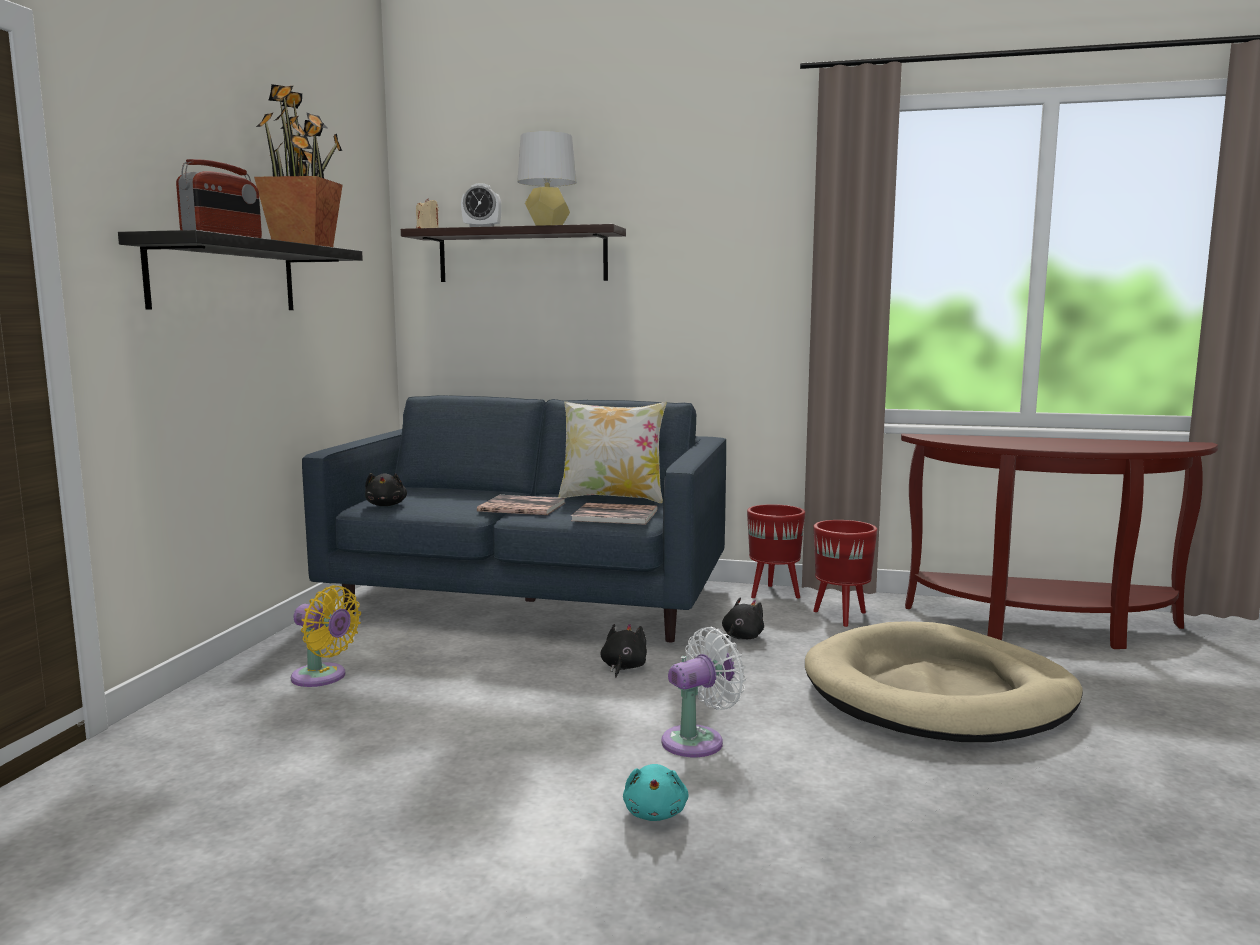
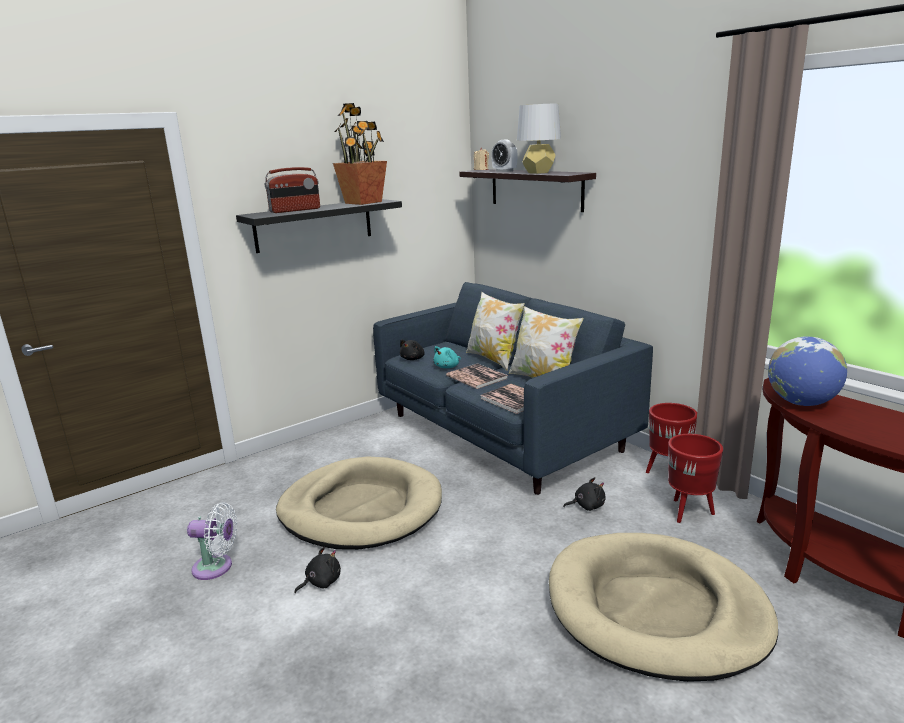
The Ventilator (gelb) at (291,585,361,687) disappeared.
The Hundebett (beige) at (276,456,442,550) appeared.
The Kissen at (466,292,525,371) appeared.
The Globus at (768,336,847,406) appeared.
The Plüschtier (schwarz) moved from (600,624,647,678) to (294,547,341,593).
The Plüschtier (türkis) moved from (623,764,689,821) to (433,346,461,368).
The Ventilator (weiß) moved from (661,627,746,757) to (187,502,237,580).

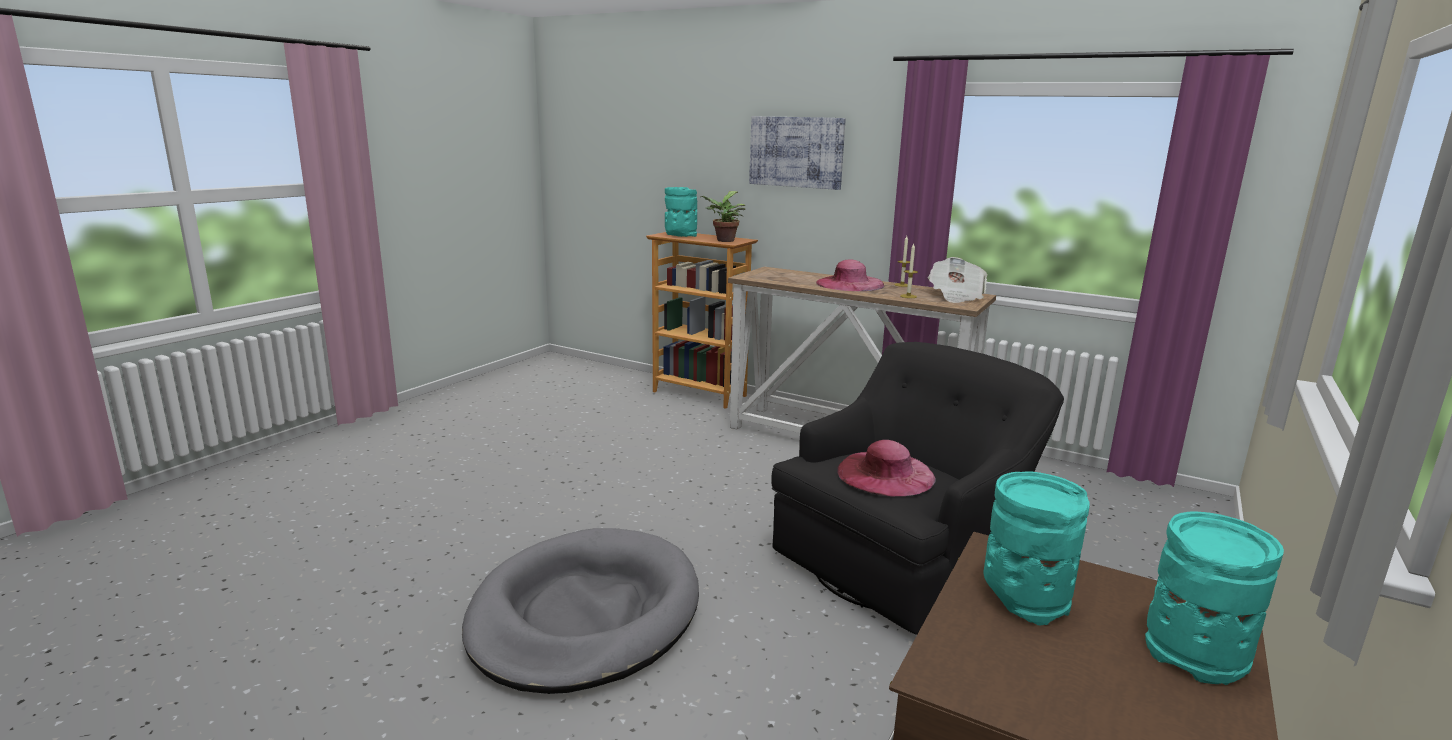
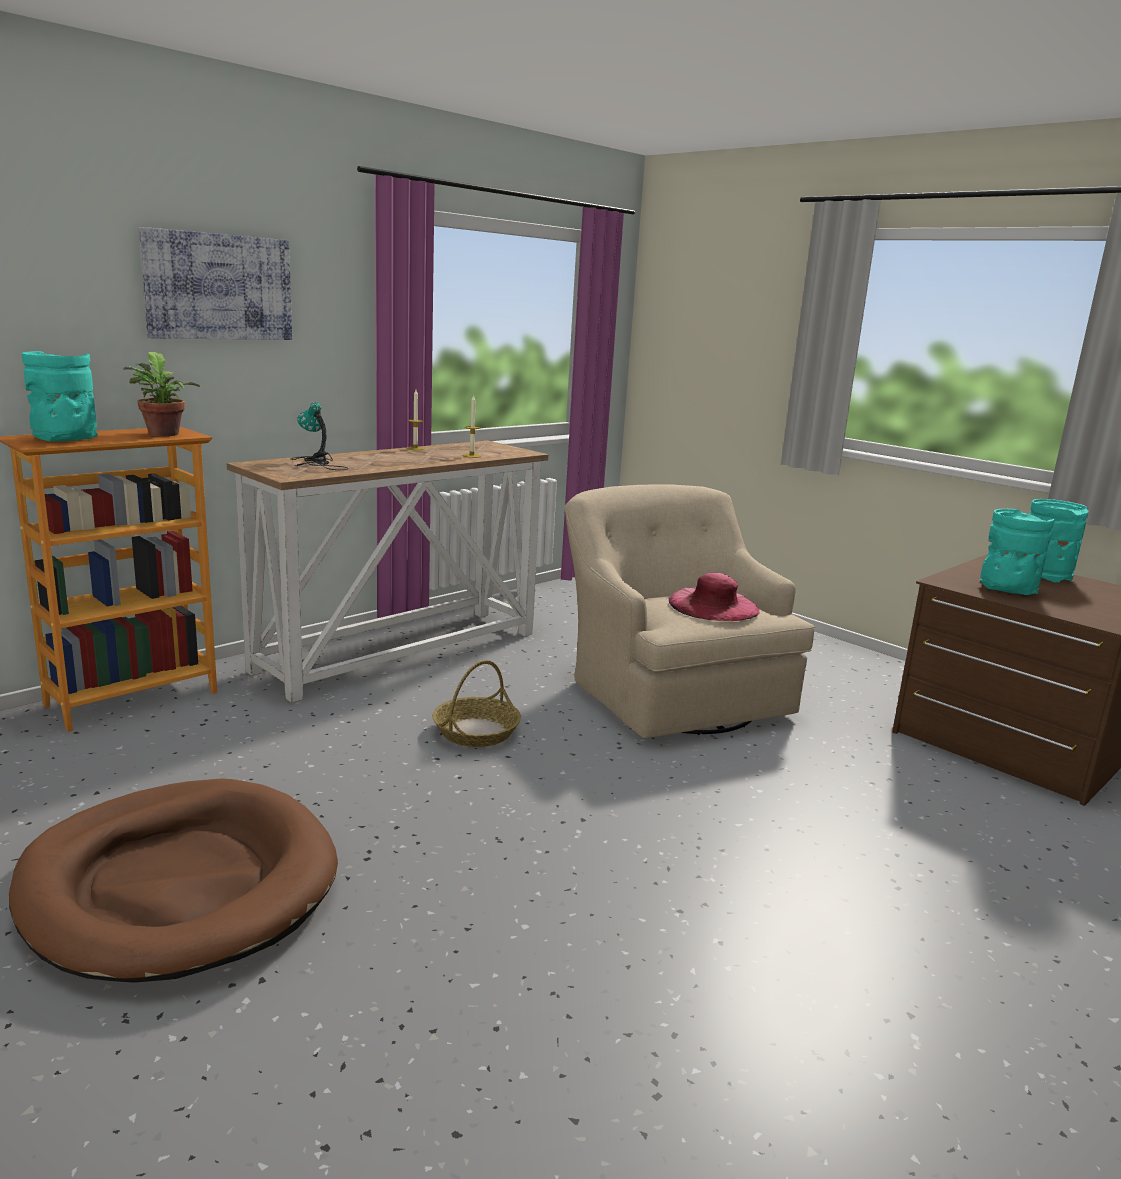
The Hundebett (grau) at (462,528,699,694) disappeared.
The Hut (rosa) at (816,259,884,291) disappeared.
The Zeitung at (928,257,987,303) disappeared.
The Hundebett (braun) at (9,779,338,983) appeared.
The Tischlampe at (290,402,348,470) appeared.
The Korb at (433,660,521,747) appeared.
The Sessel (schwarz) at (771,342,1064,635) became the Sessel (beige) at (565,484,815,738).

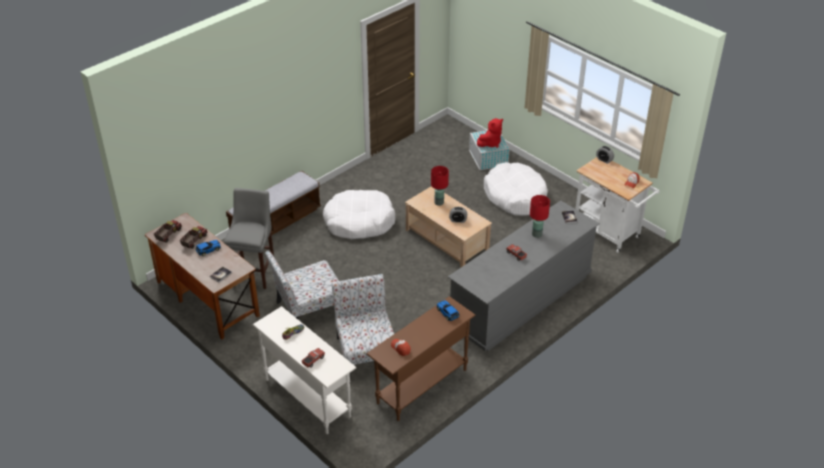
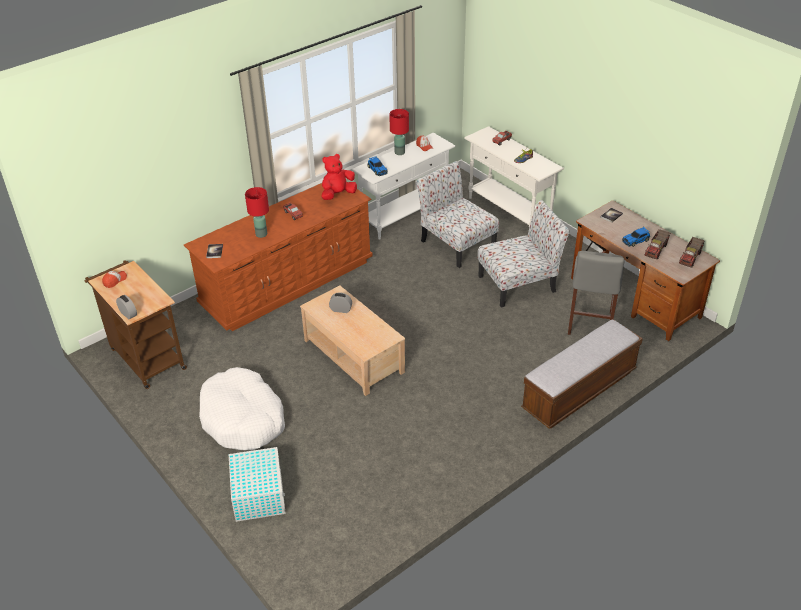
The Hundebett (weiß) at (323,190,396,239) disappeared.
The Tischlampe (rot) moved from (431,166,449,206) to (389,109,409,155).
The Plüschtier (rot) moved from (477,118,503,148) to (322,154,357,200).
The Konsolentisch (braun) at (366,296,475,421) became the Konsolentisch (weiß) at (352,133,456,240).
The Kommode (grau) at (448,200,600,351) became the Kommode (braun) at (184,183,373,331).
The Rollwagen (weiß) at (576,157,660,253) became the Rollwagen (braun) at (84,260,187,389).
The Stuhl at (332,274,394,379) turned 150 degrees clockwise.

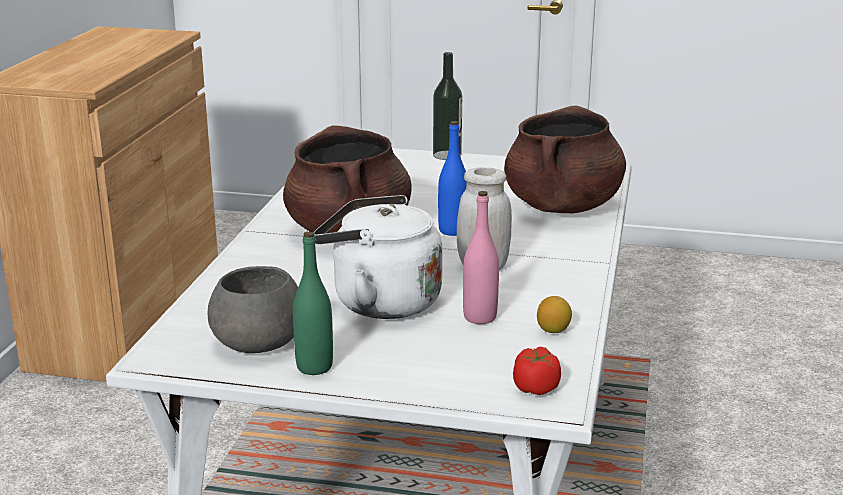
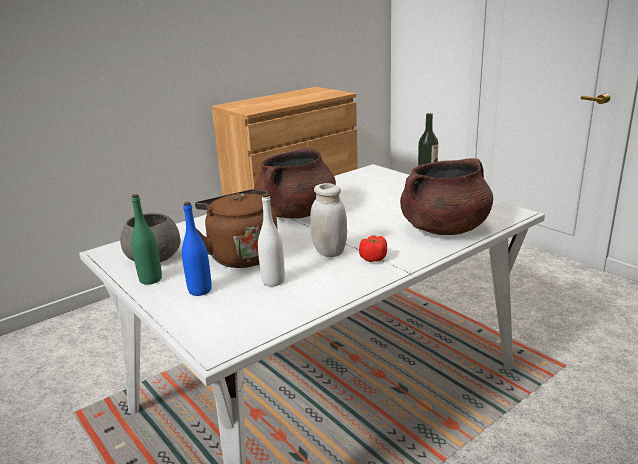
The Zitrone at (537,296,572,333) disappeared.
The Flasche (blau) moved from (438,121,467,236) to (182,202,212,296).
The Tomate moved from (513,347,561,395) to (359,236,387,262).
The Wasserkessel (weiß) at (313,195,442,319) became the Wasserkessel (braun) at (195,189,278,268).
The Flasche (rosa) at (463,191,499,324) became the Flasche (weiß) at (258,194,285,286).

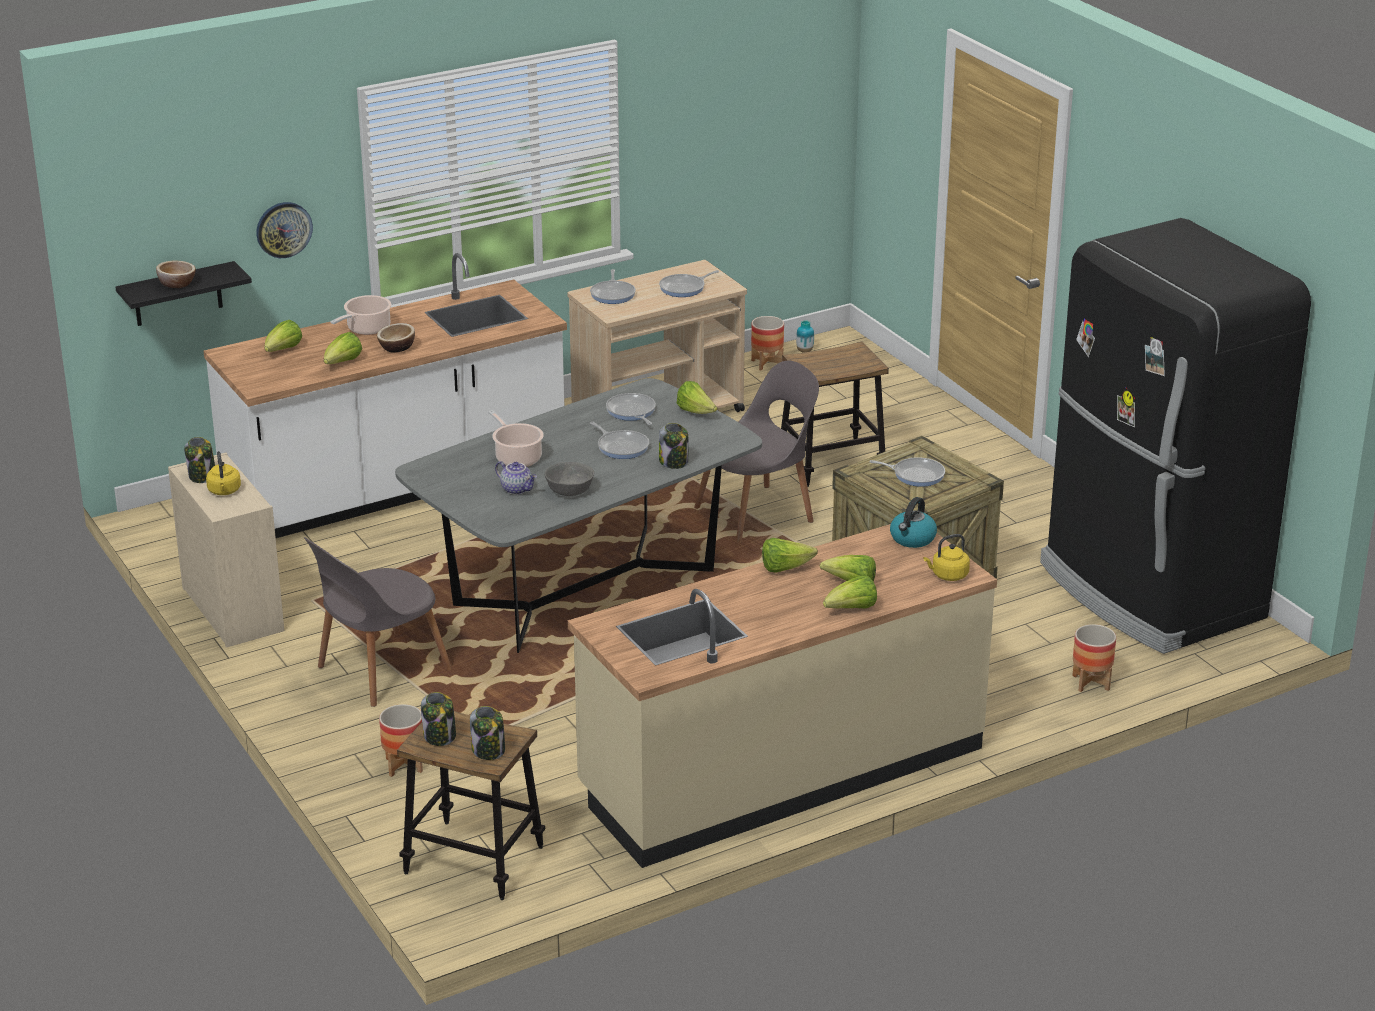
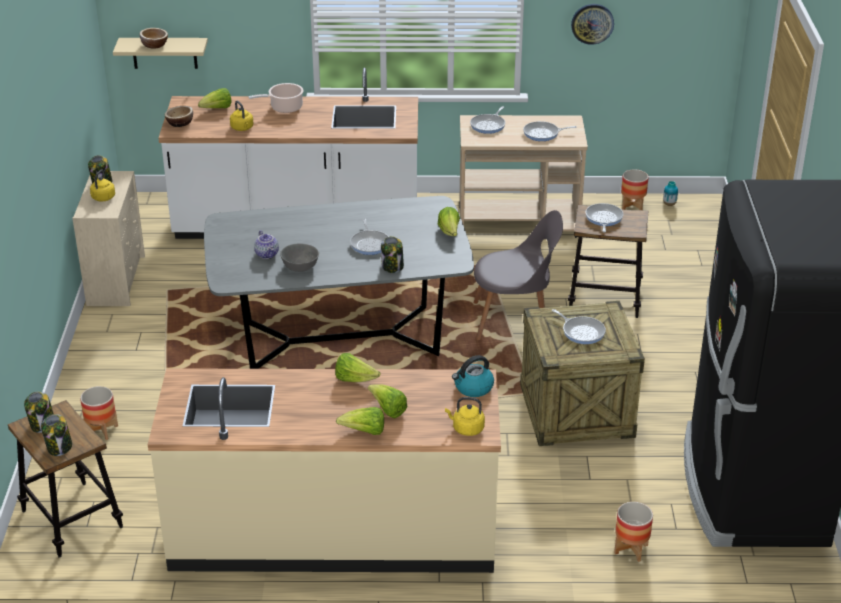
The Stuhl (grau) at (304,537,452,707) disappeared.
The Kochtopf at (488,410,544,467) disappeared.
The Wanduhr moved from (256,202,313,258) to (571,4,614,45).
The Schüssel moved from (377,323,415,353) to (165,106,193,127).
The Pfanne moved from (606,393,656,425) to (585,203,623,232).
The Salatkopf at (324,332,362,364) was replaced by the Wasserkessel (gelb) at (230,101,253,131).
The Wandregal (schwarz) at (115,261,252,326) became the Wandregal (beige) at (113,38,208,69).

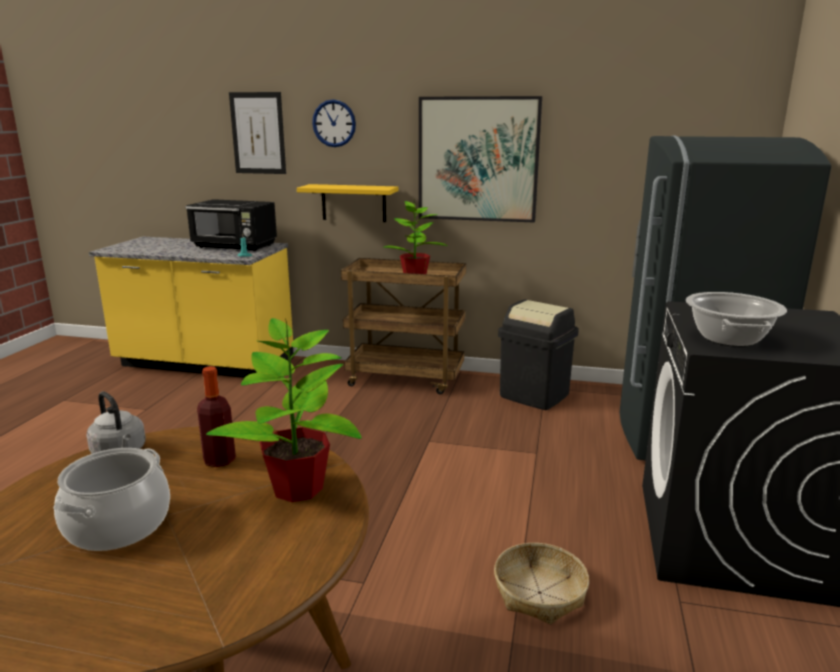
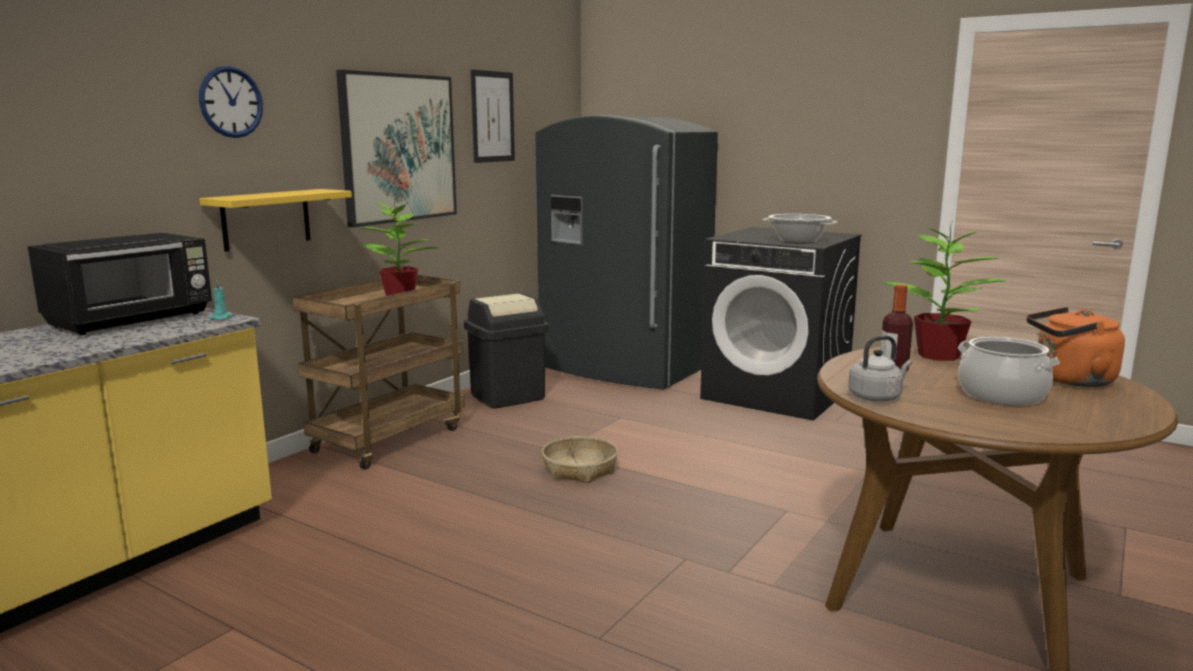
The Wasserkessel (orange) at (1027,307,1125,387) appeared.
The Bild moved from (229,92,286,174) to (471,69,515,163).
The Korb moved from (494,543,589,625) to (542,436,618,483).

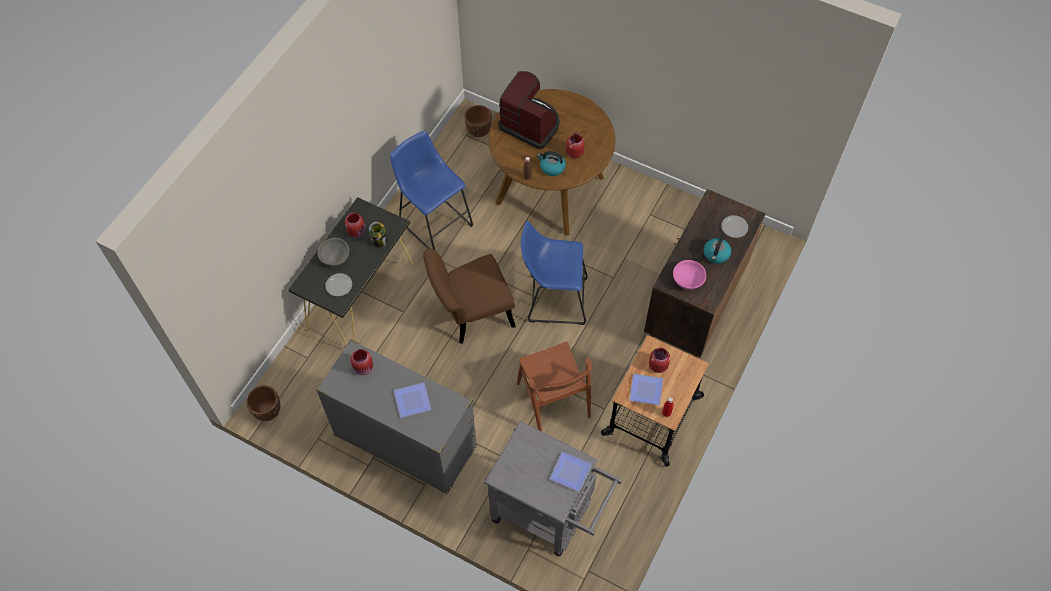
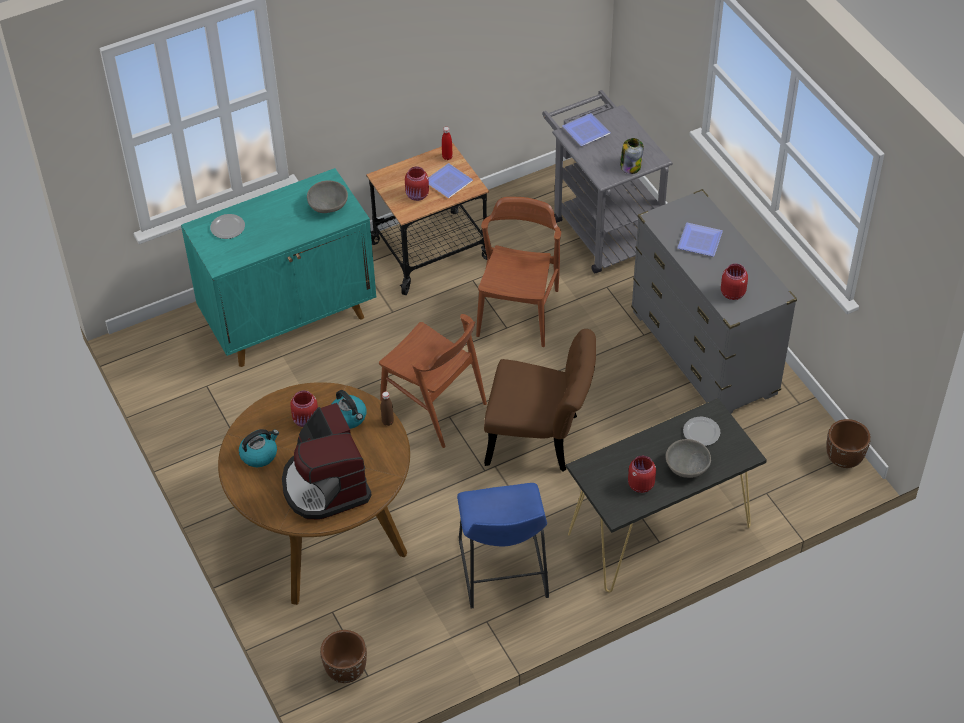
The Vorratsglas moved from (369,222,388,248) to (620,138,644,174).
The Wasserkessel moved from (704,235,731,264) to (239,429,279,467).
The Hocker (blau) at (521,220,588,325) was replaced by the Stuhl (braun) at (379,314,487,448).
The Schrank (braun) at (644,189,766,358) became the Schrank (türkis) at (181,168,376,367).
The Schüssel (rosa) at (673,260,706,289) became the Schüssel (grau) at (307,180,348,213).

